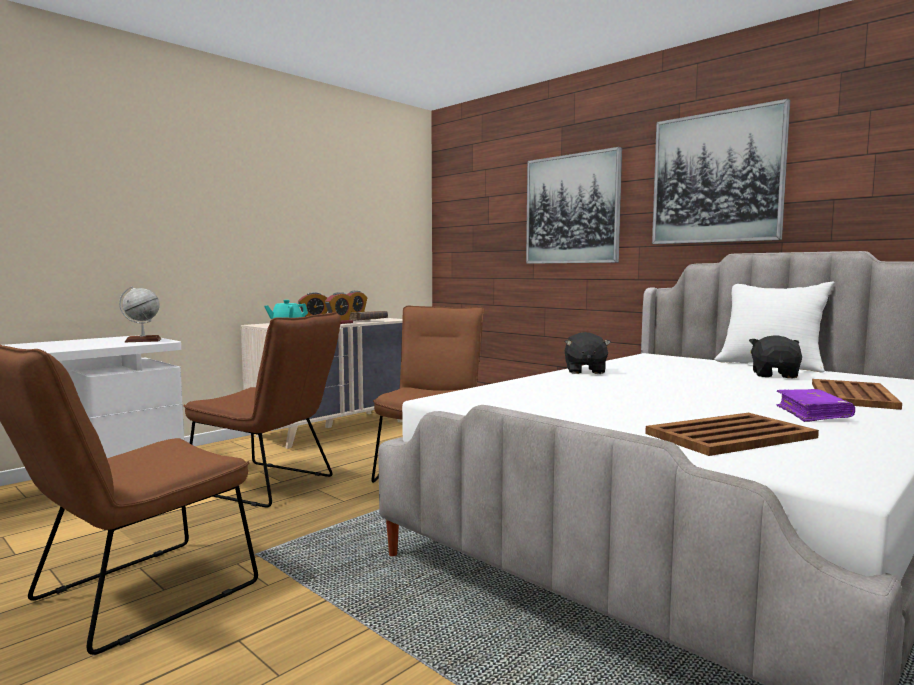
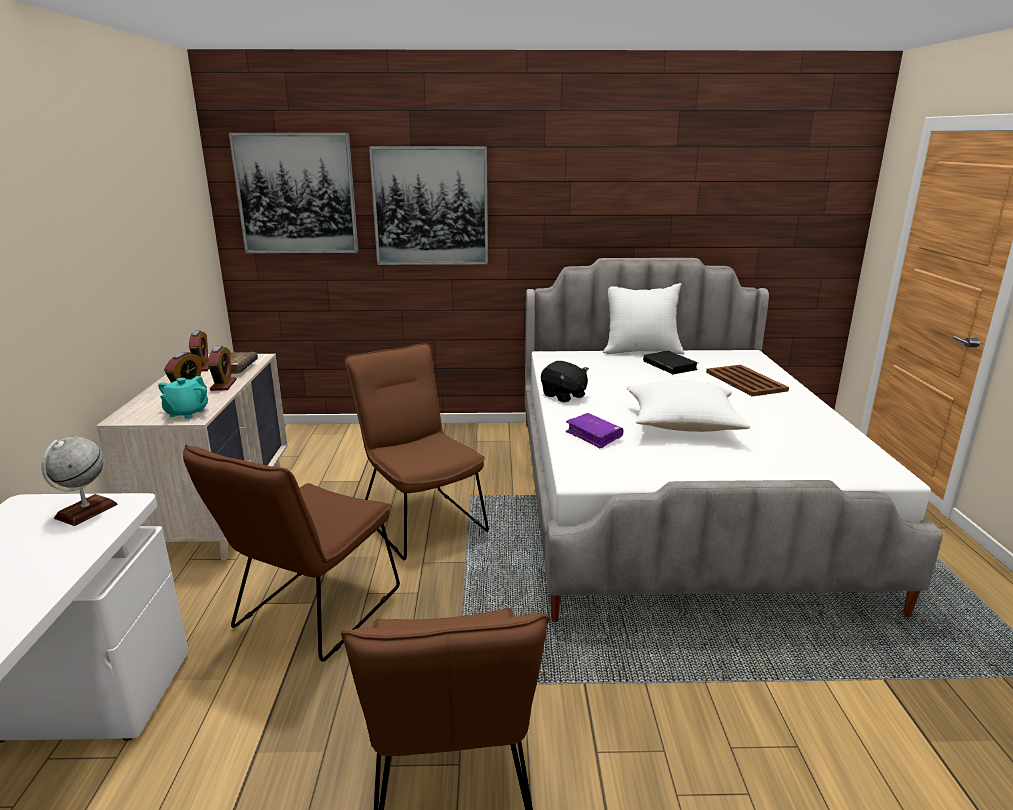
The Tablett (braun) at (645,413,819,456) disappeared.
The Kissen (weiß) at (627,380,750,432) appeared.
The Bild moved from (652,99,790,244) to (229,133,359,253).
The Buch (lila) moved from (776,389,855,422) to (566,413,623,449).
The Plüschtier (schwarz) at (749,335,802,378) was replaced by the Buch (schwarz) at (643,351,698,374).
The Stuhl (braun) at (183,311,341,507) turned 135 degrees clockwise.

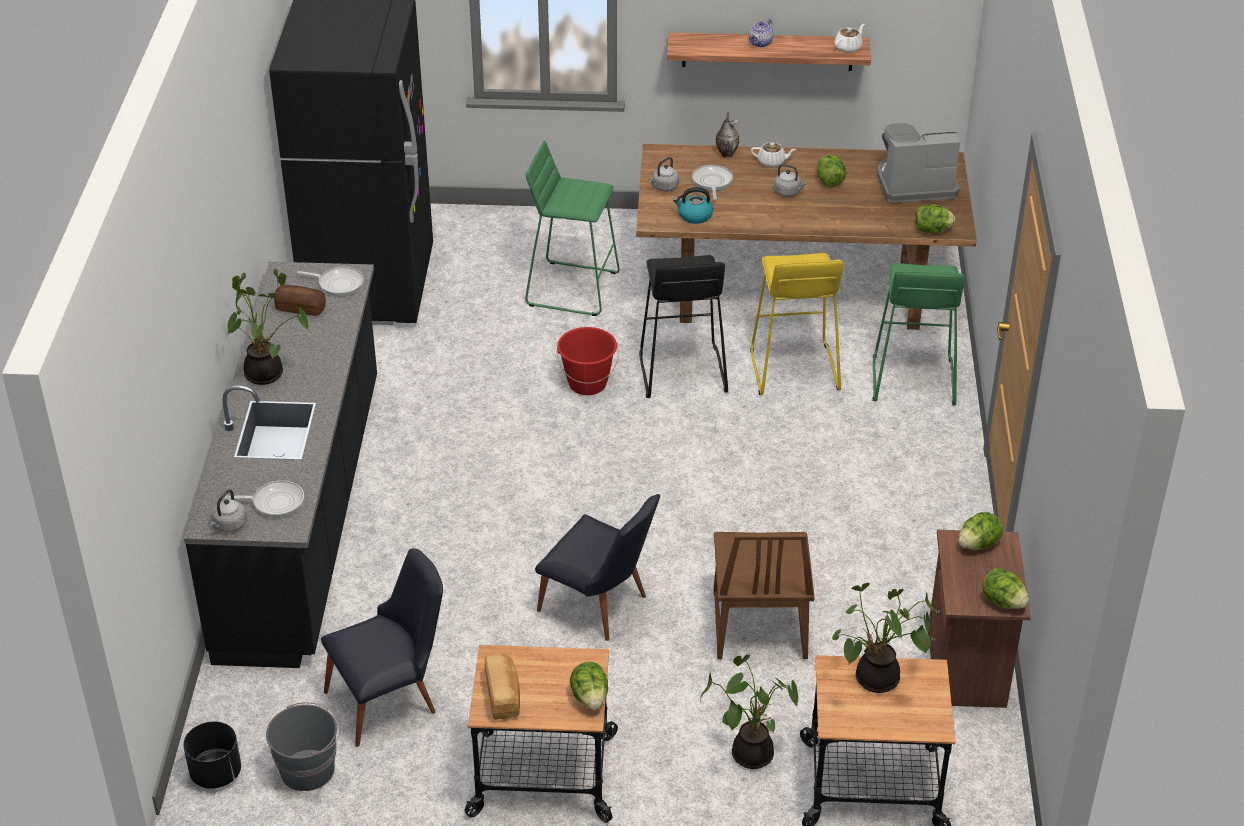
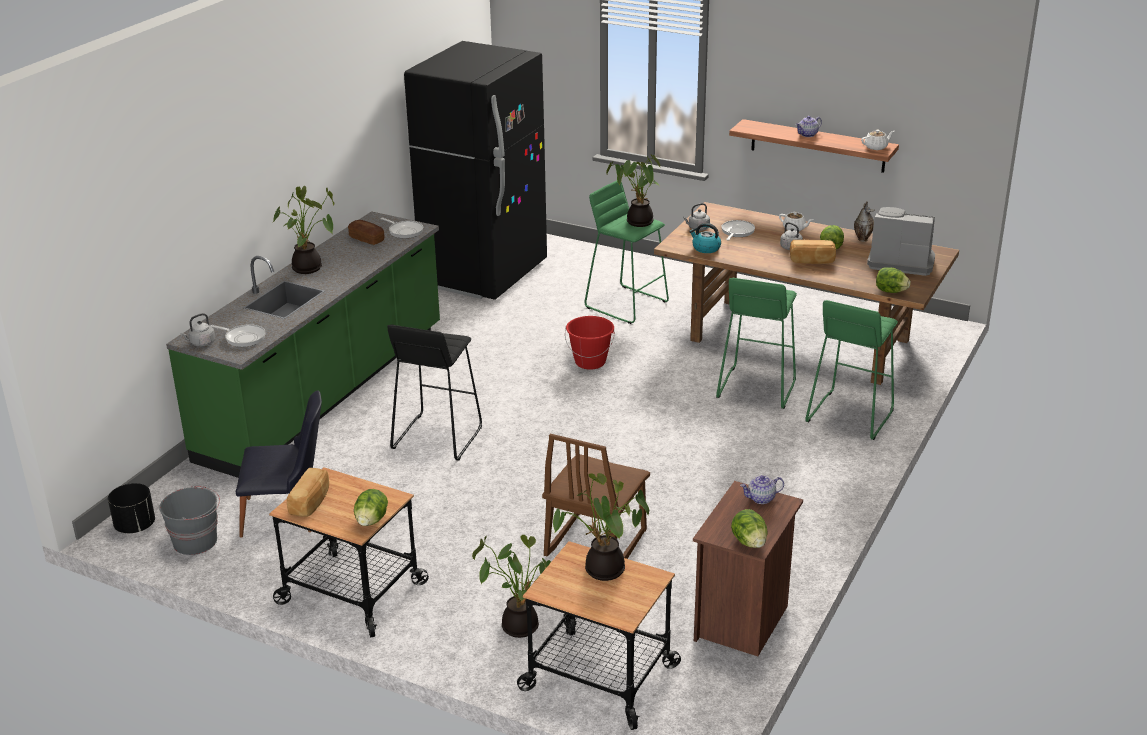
The Stuhl (schwarz) at (535,494,660,641) disappeared.
The Topfpflanze at (606,154,660,227) appeared.
The Brot at (790,240,836,264) appeared.
The Hocker (schwarz) moved from (639,255,728,398) to (387,325,482,461).
The Vase moved from (716,112,739,158) to (854,202,875,242).
The Salatkopf at (959,512,1003,550) was replaced by the Teekanne at (740,475,784,504).
The Küchenzeile (schwarz) at (184,262,377,668) became the Küchenzeile (grün) at (166,211,440,478).
The Hocker (gelb) at (750,253,843,395) became the Hocker (grün) at (716,278,797,409).

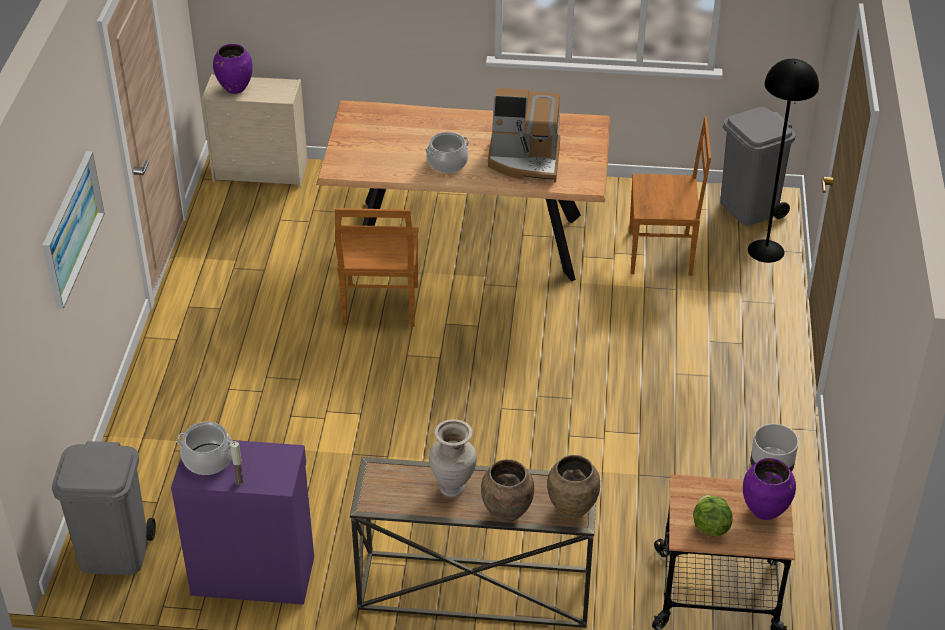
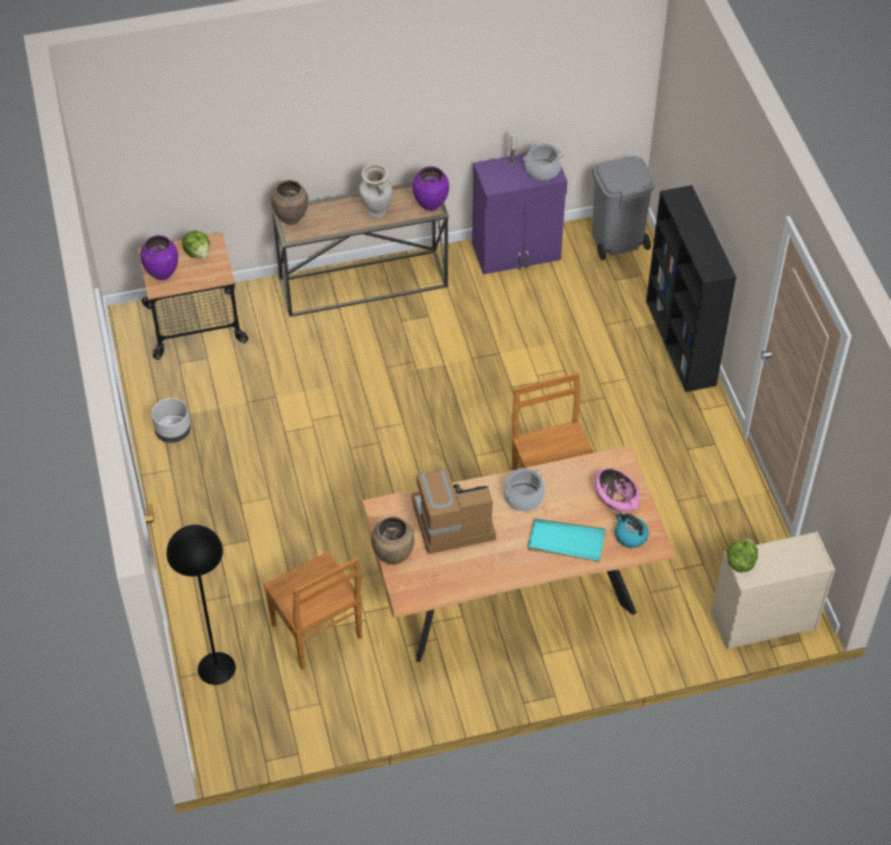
The Bild at (42,151,105,309) disappeared.
The Mülleimer (grau) at (720,107,796,226) disappeared.
The Tablett (türkis) at (528,519,606,562) appeared.
The Schüssel (rosa) at (595,468,640,512) appeared.
The Wasserkessel at (615,512,649,548) appeared.
The Bücherregal (schwarz) at (646,185,736,392) appeared.
The Salatkopf at (727,539,758,572) appeared.
The Vase (lila) moved from (213,44,253,94) to (413,166,449,211).
The Vase (braun) moved from (481,459,534,523) to (371,516,414,565).
The Stuhl (braun) at (629,116,711,276) turned 105 degrees counterclockwise.

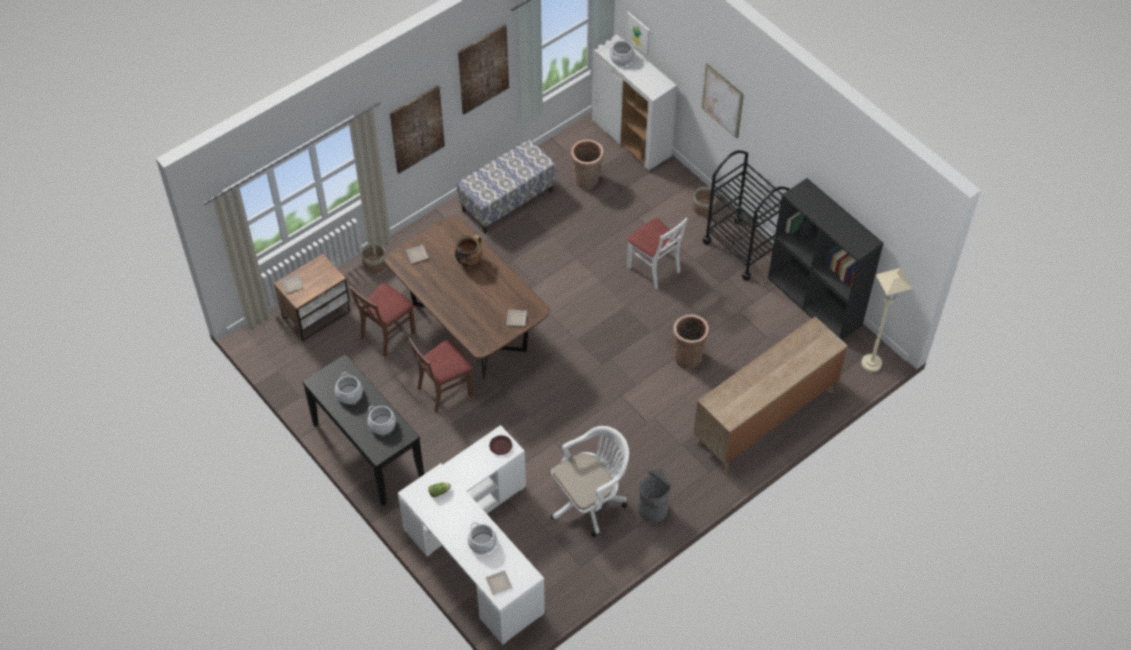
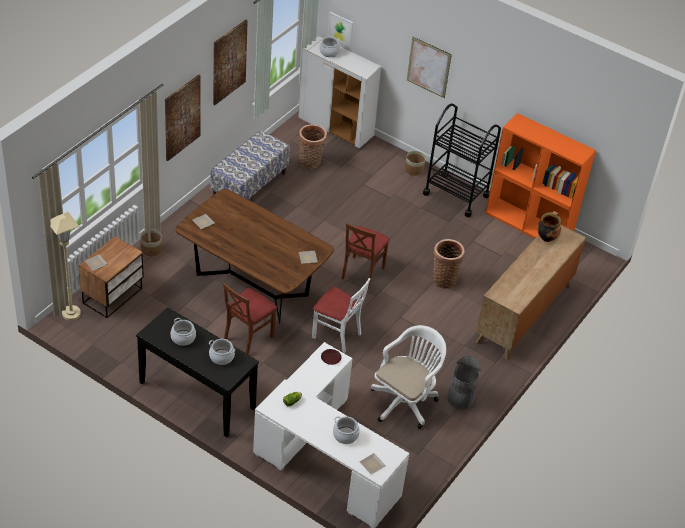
The Stuhl (braun) moved from (350,283,416,356) to (341,223,390,289).
The Kochtopf moved from (455,234,482,267) to (537,211,561,242).
The Stuhl (weiß) moved from (627,218,687,289) to (312,278,370,353).
The Stehlampe (beige) moved from (861,268,912,372) to (50,212,81,321).
The Bücherregal (schwarz) at (768,178,883,340) became the Bücherregal (orange) at (486,113,596,238).

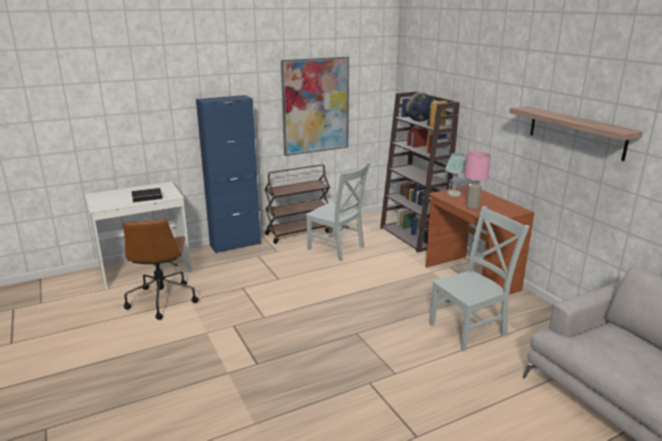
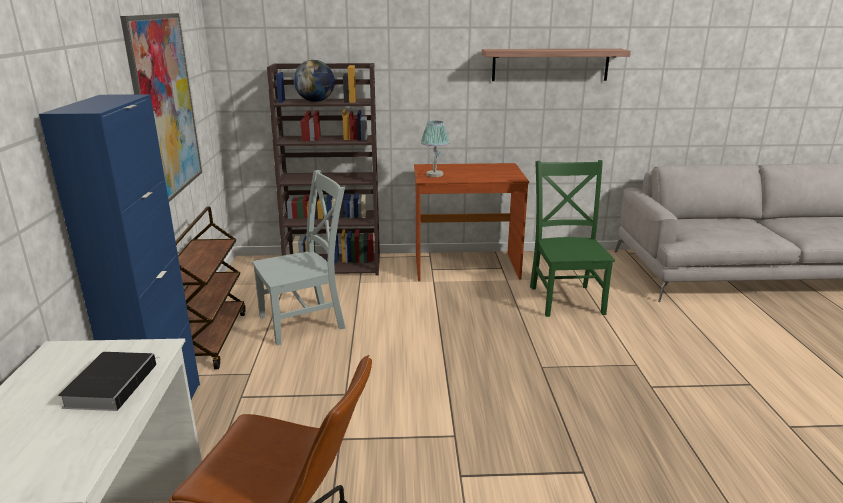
The Tischlampe (rosa) at (464,151,491,209) disappeared.
The Stuhl (grau) at (429,206,530,351) became the Stuhl (grün) at (530,160,615,317).

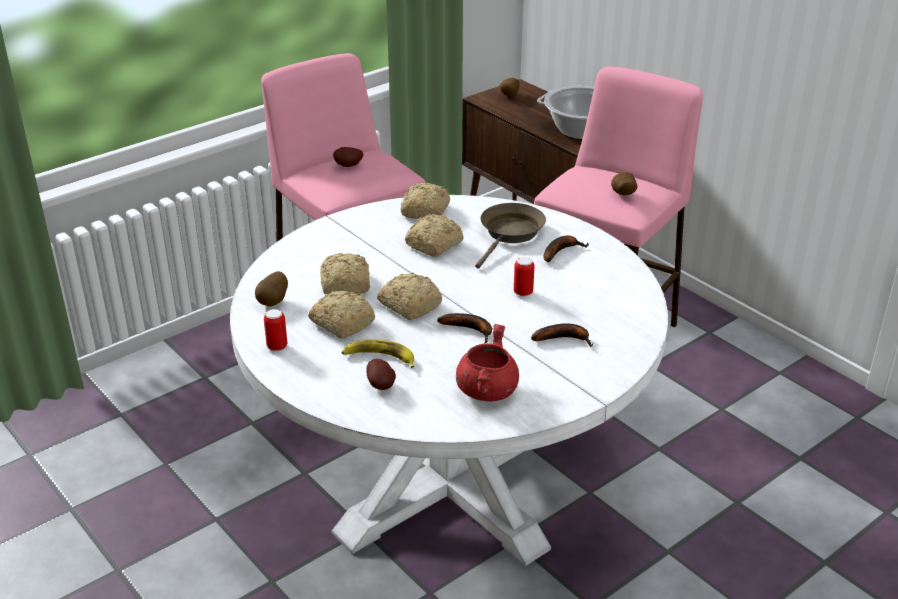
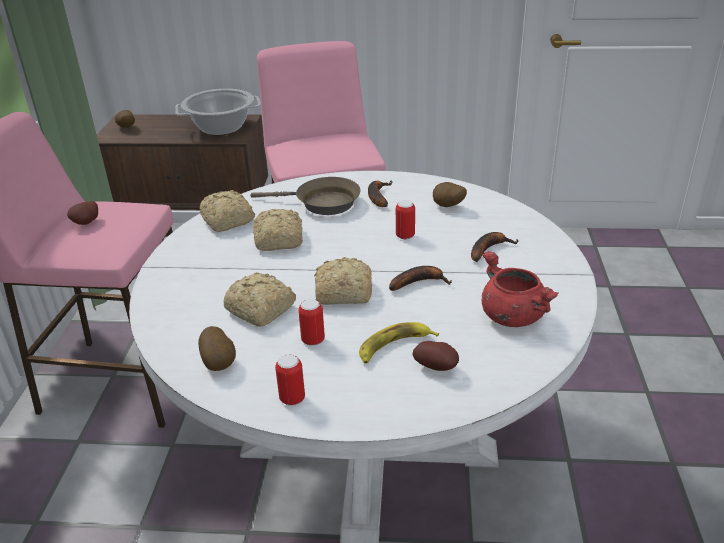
The Kartoffel moved from (611,172,638,195) to (433,182,467,207).
The Brot at (308,289,375,339) was replaced by the Dose at (298,299,325,346).
The Pfanne (braun) at (475,203,546,269) turned 120 degrees clockwise.

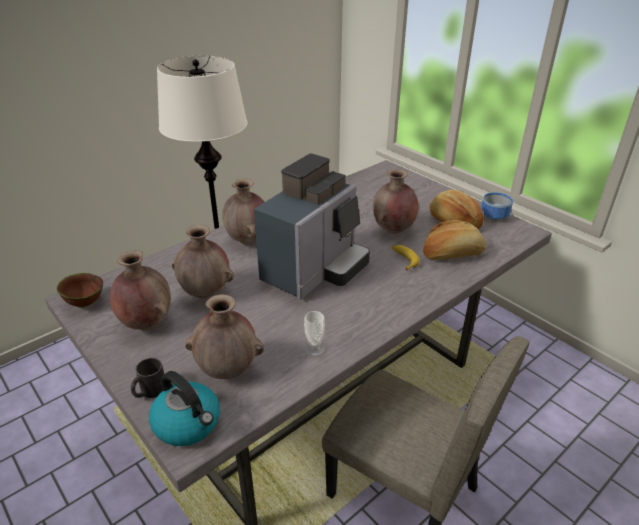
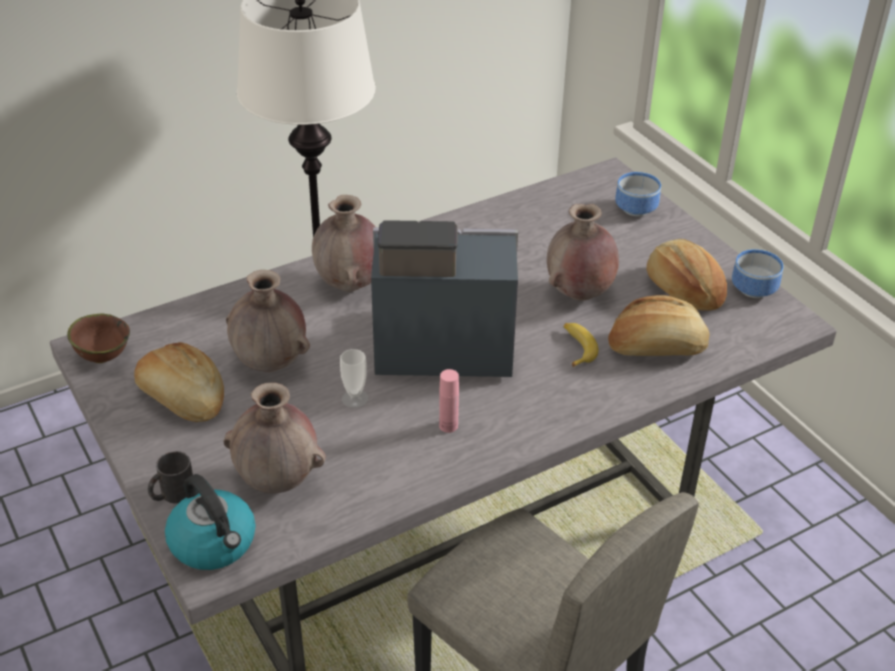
The Flasche (rosa) at (439,369,459,433) appeared.
The Schüssel at (615,172,661,217) appeared.
The Tasse moved from (304,311,325,356) to (340,349,368,408).
The Vase (braun) at (110,250,171,331) was replaced by the Brot at (134,342,224,422).
The Kaffeemaschine at (254,153,370,299) turned 135 degrees counterclockwise.

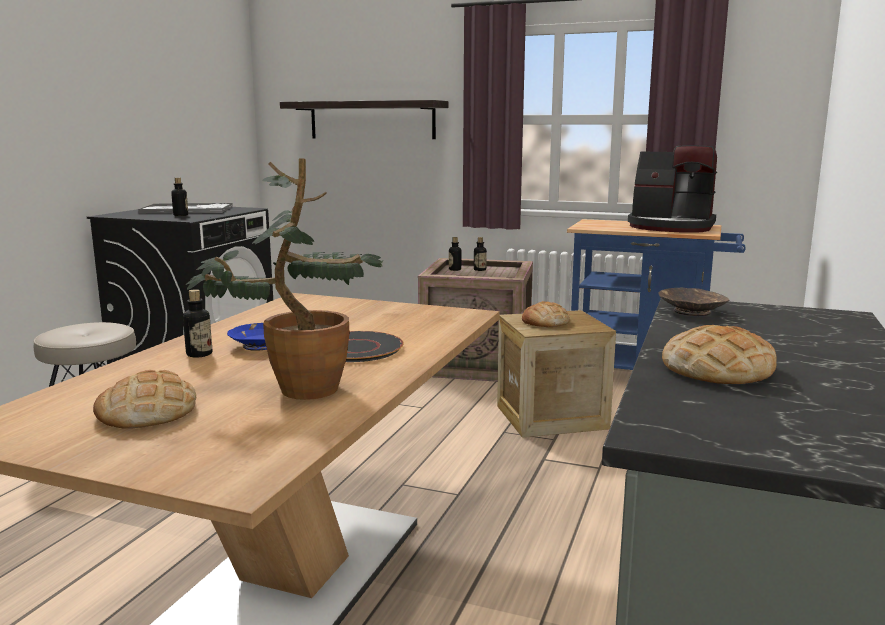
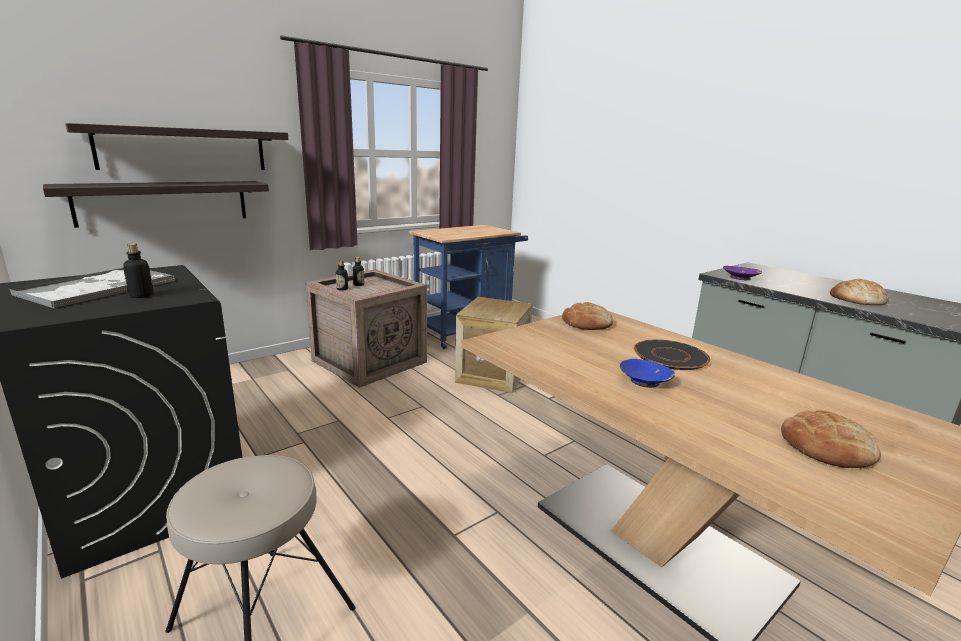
The Flasche at (183,289,212,358) disappeared.
The Topfpflanze at (186,158,383,400) disappeared.
The Kaffeemaschine at (628,145,717,233) disappeared.
The Wandregal at (43,181,269,228) appeared.
The Brot moved from (522,301,570,327) to (562,302,613,330).
The Schüssel (braun) at (659,288,729,316) became the Schüssel (lila) at (723,266,762,280).

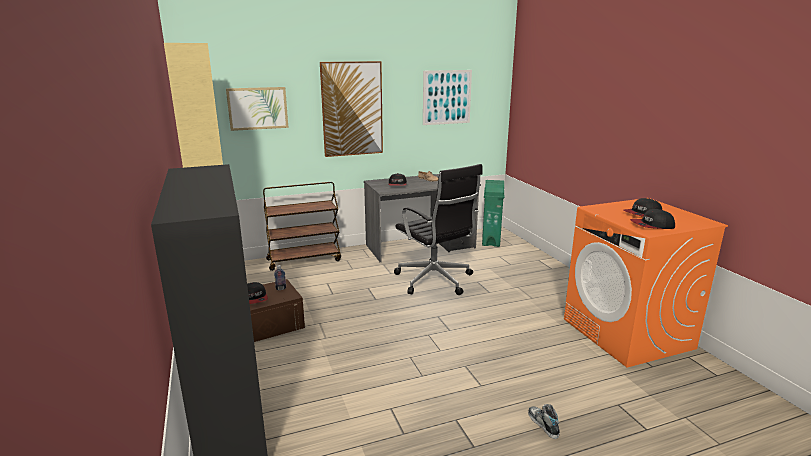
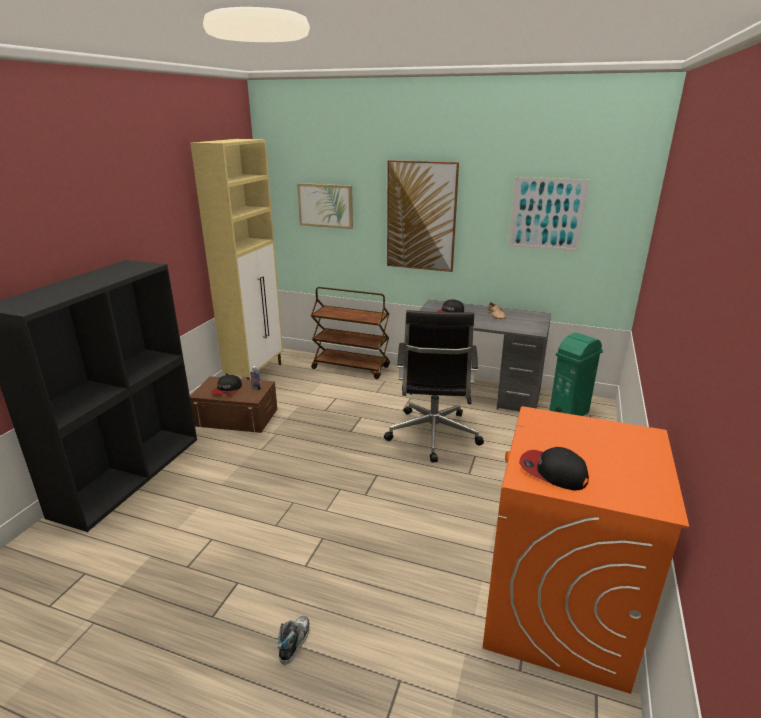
The Kappe at (623,198,662,216) disappeared.

